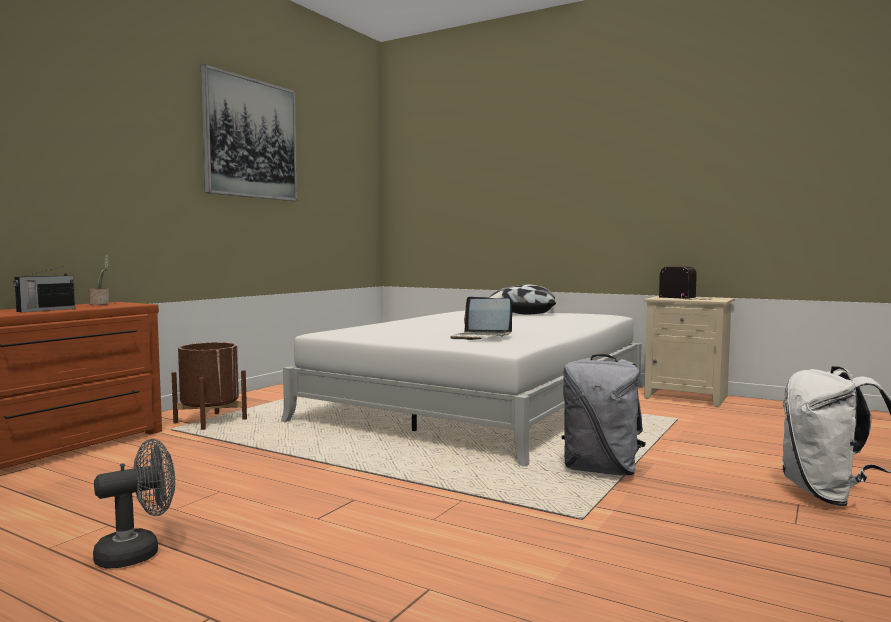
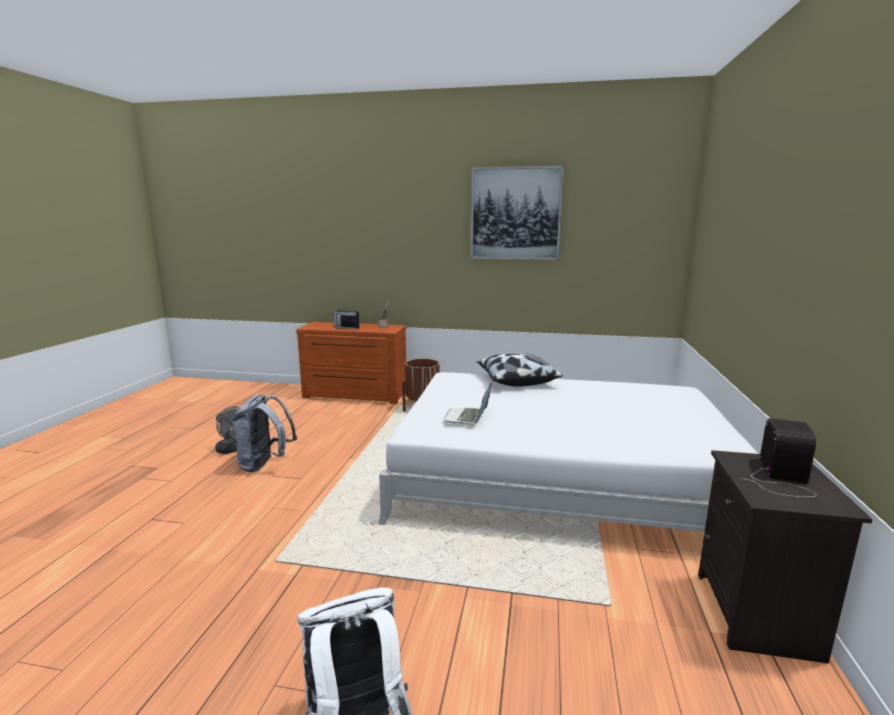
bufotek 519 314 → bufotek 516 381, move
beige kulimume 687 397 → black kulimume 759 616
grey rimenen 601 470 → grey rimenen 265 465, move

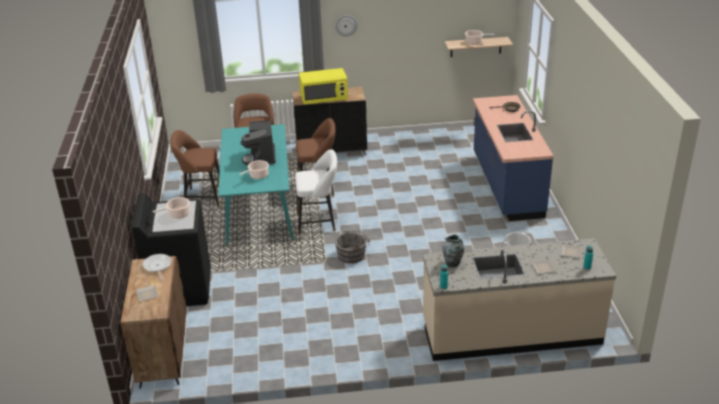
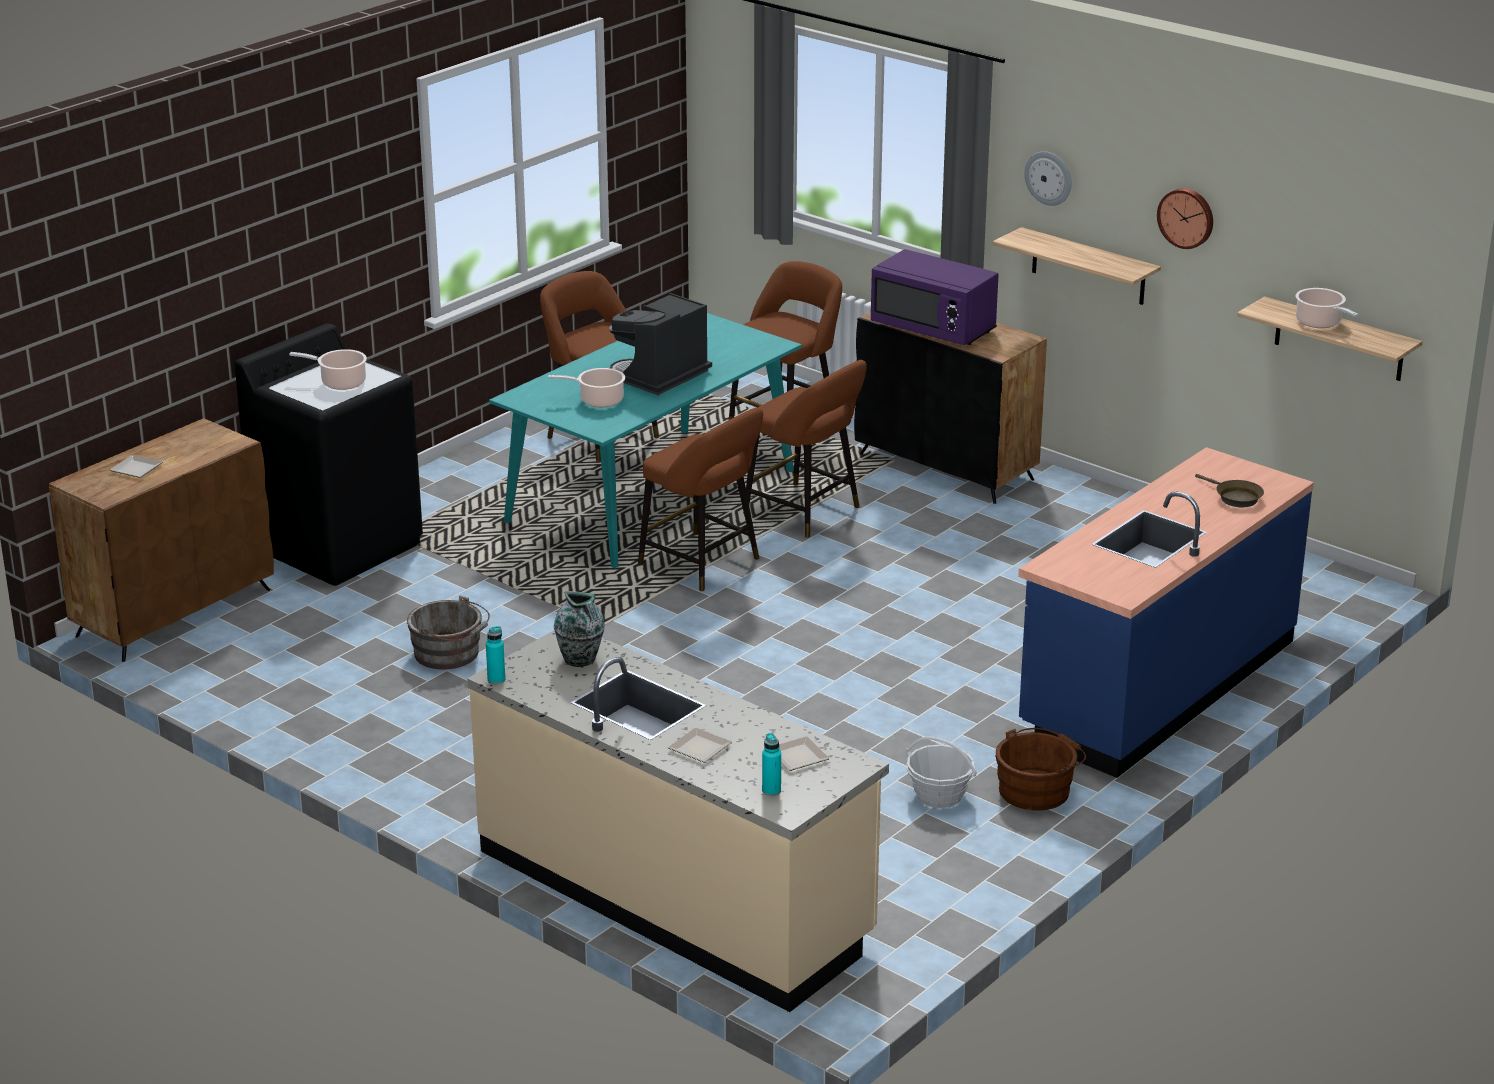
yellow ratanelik 324 98 → purple ratanelik 934 329
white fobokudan 319 222 → brown fobokudan 704 564
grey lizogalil 353 254 → grey lizogalil 450 654, move
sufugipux 157 266 → -
- → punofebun 1186 217
- → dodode 1088 267
- → brown lizogalil 1037 789

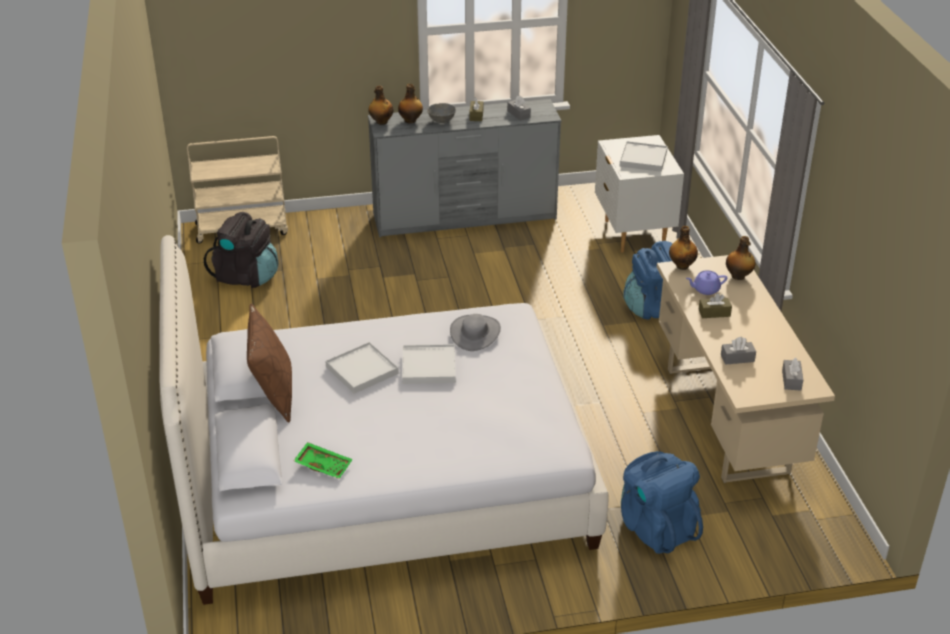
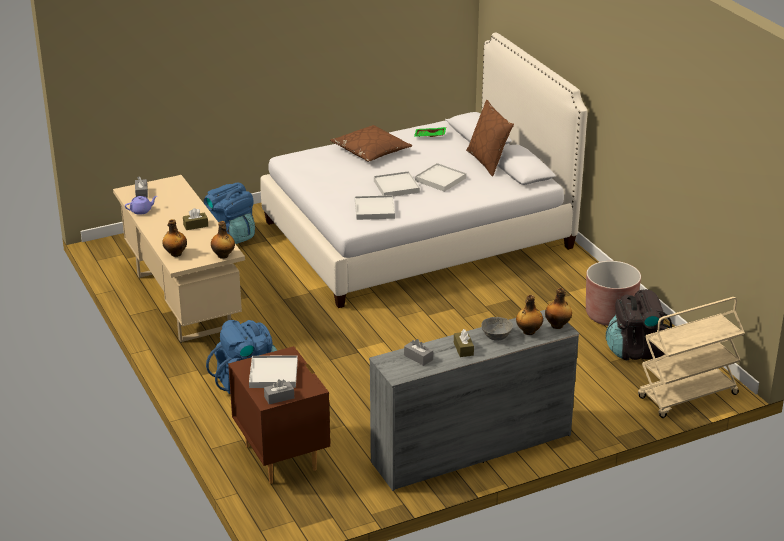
white kulimume 633 234 → brown kulimume 281 457
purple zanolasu 705 289 → purple zanolasu 141 211, move
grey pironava 475 333 → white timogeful 374 210
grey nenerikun 737 358 → grey nenerikun 279 397, move
- → brown bufotek 371 151
- → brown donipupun 610 315

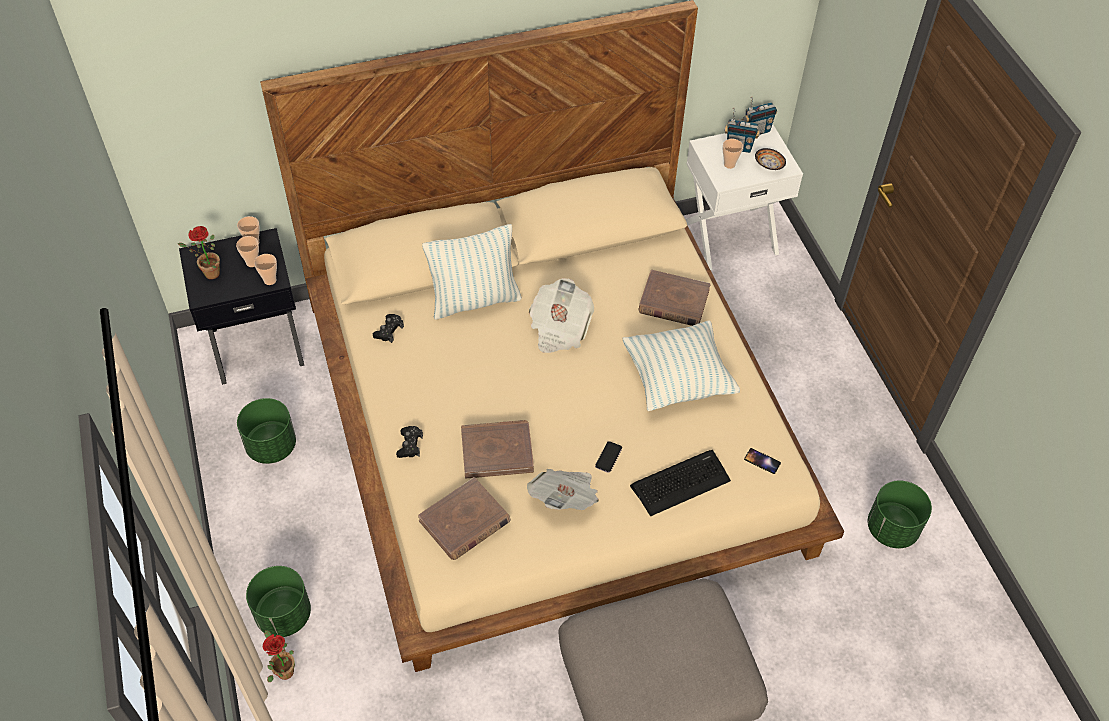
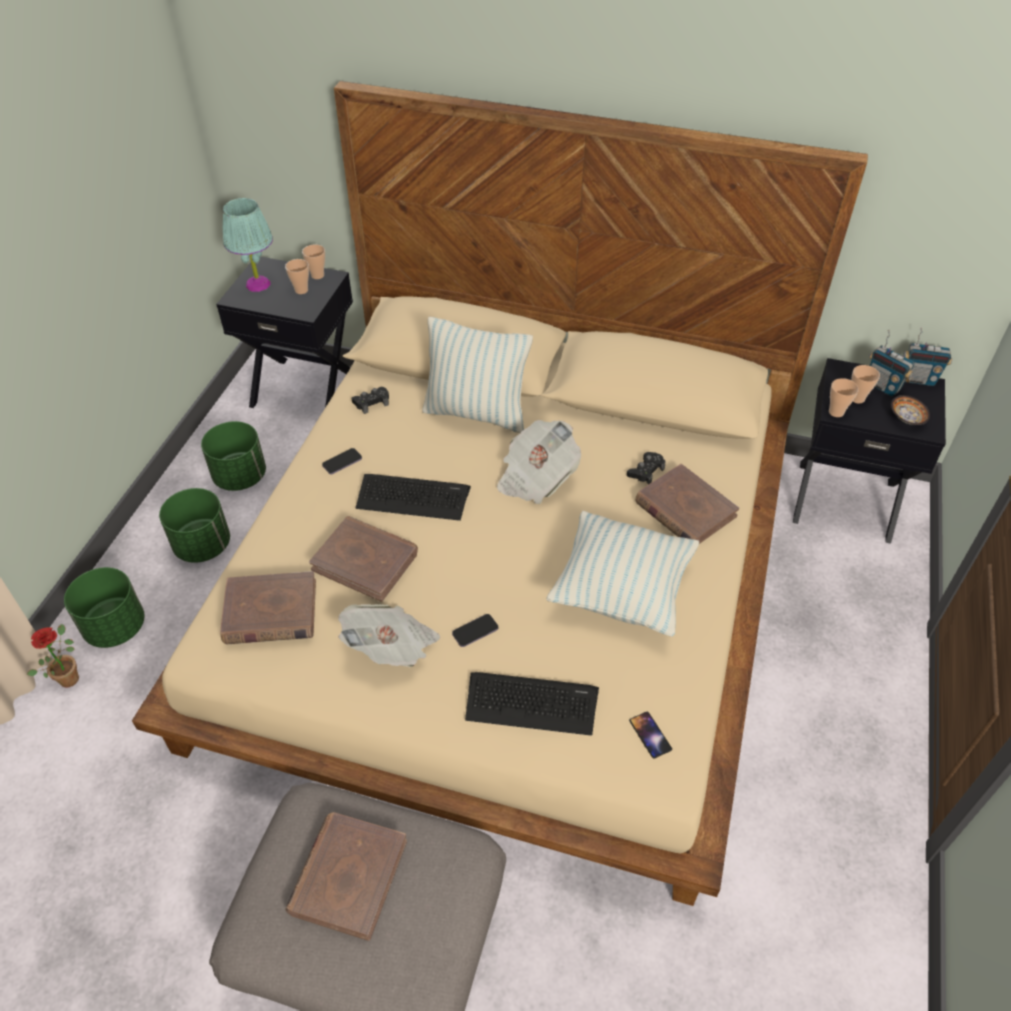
white kulimume 729 236 → black kulimume 844 499
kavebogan 208 274 → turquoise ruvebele 258 284
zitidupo 270 280 → zitidupo 836 412, move
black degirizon 410 445 → black degirizon 646 471, move
green donipupun 891 528 → green donipupun 203 545, move
- → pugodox 342 462
- → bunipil 412 497
- → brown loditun 348 876

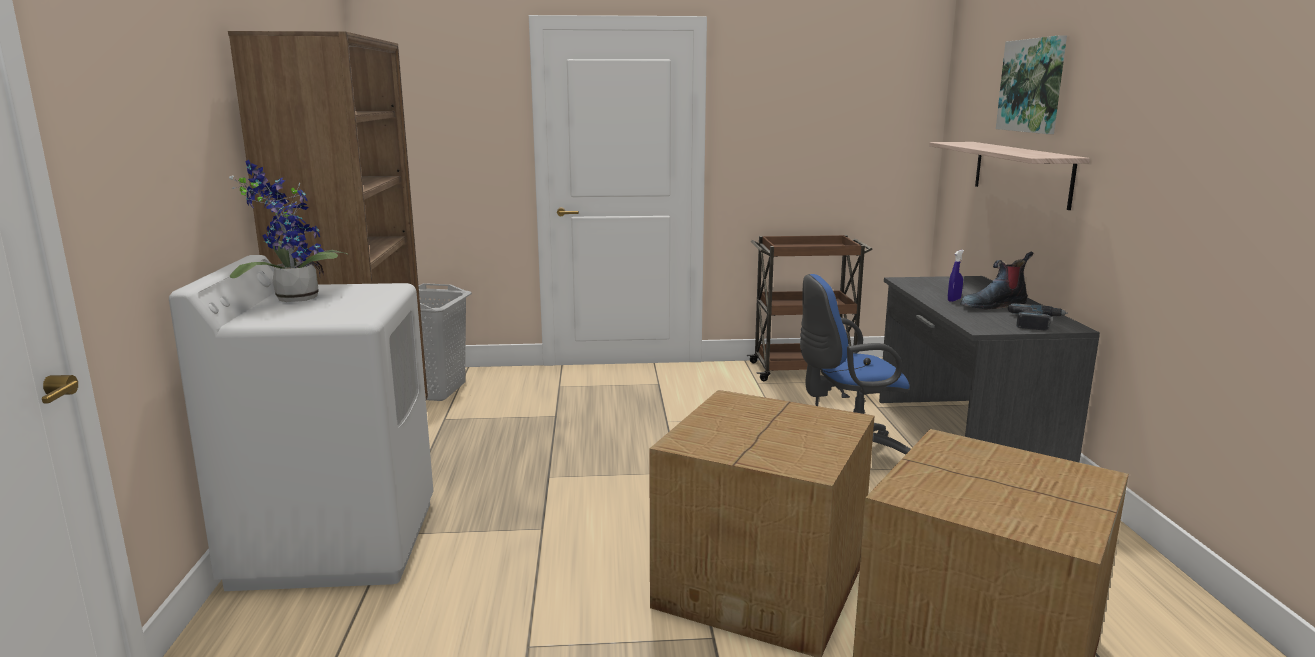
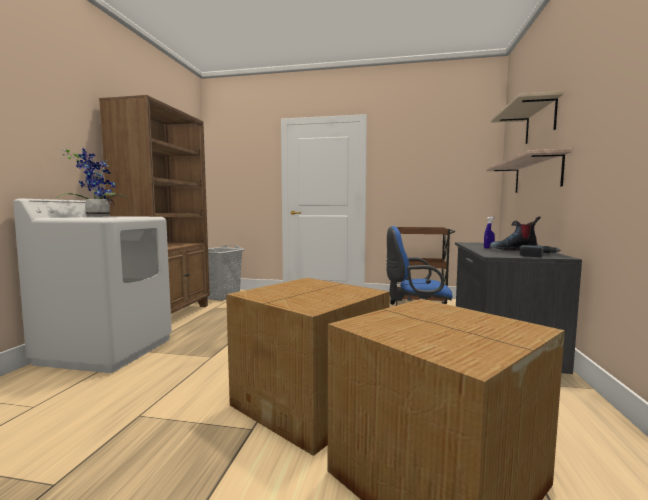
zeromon 1033 85 → beige dodode 540 122

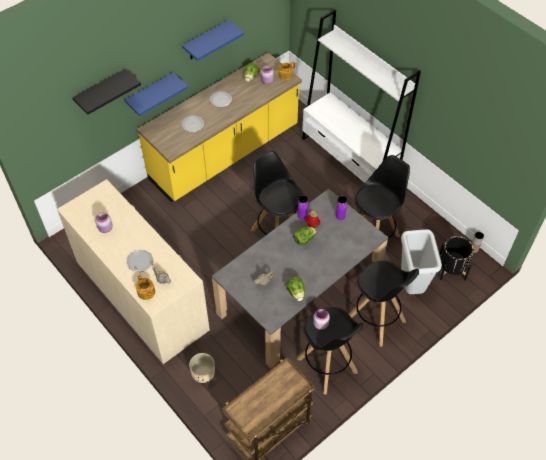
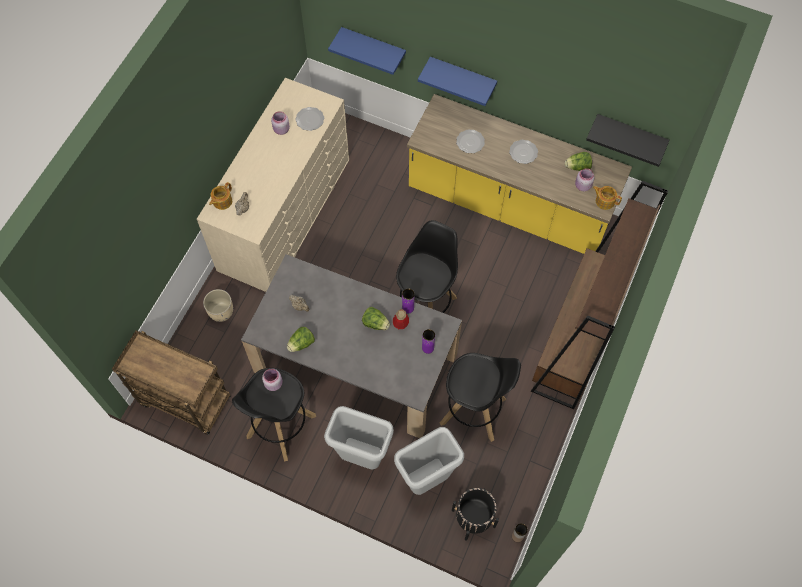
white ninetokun 349 160 → brown ninetokun 576 340
blue dodode 206 41 → blue dodode 373 47, move
black dodode 101 91 → black dodode 630 134, move
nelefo 140 261 → nelefo 310 119, move
black fobokudan 376 320 → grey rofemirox 361 457

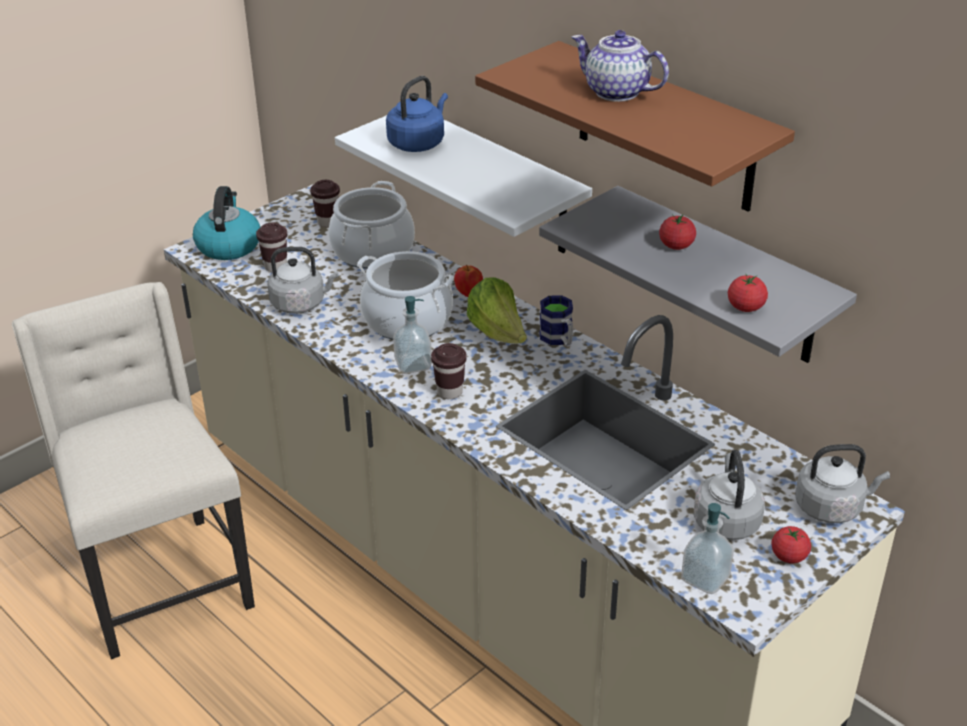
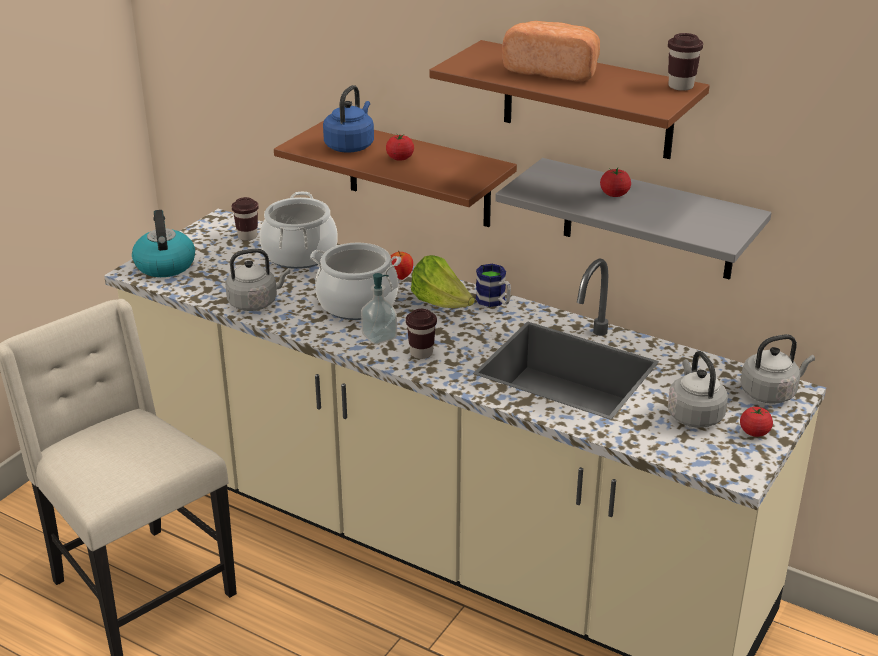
zanolasu 615 92 → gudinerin 553 71
white dodode 497 181 → brown dodode 418 174
brown zitidupo 275 267 → brown zitidupo 680 86, move
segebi 745 307 → segebi 400 158, move
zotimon 705 578 → -

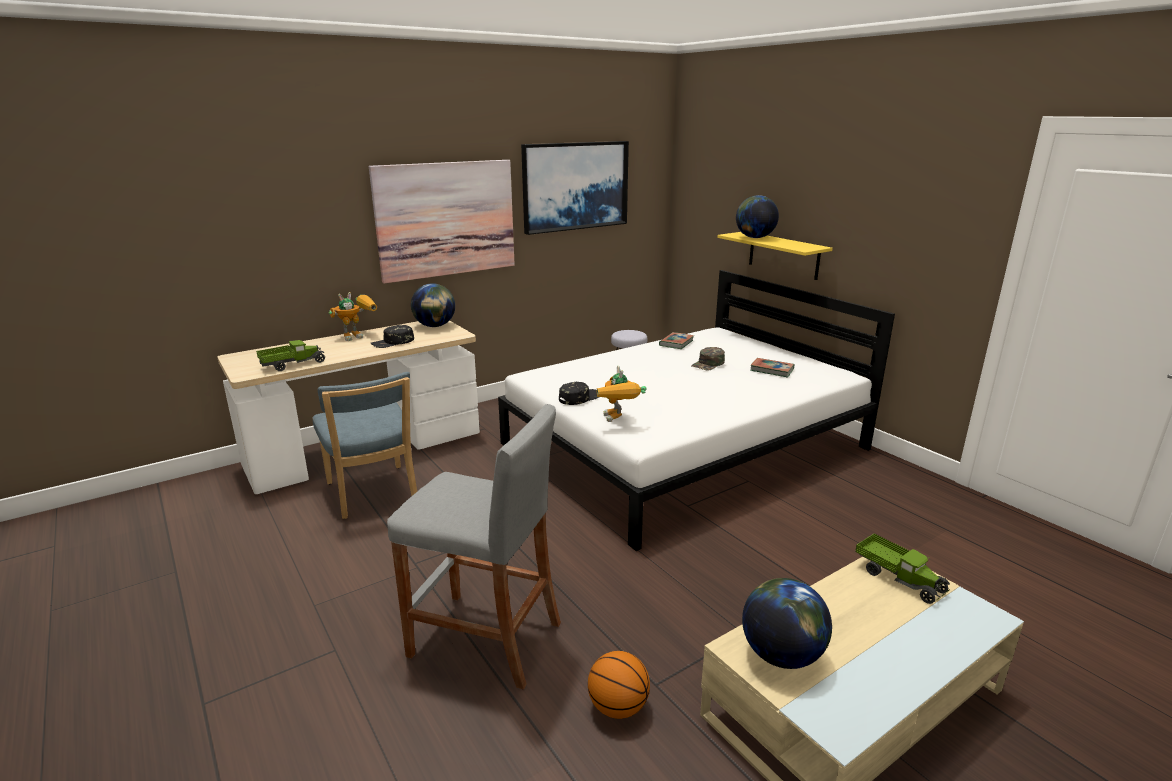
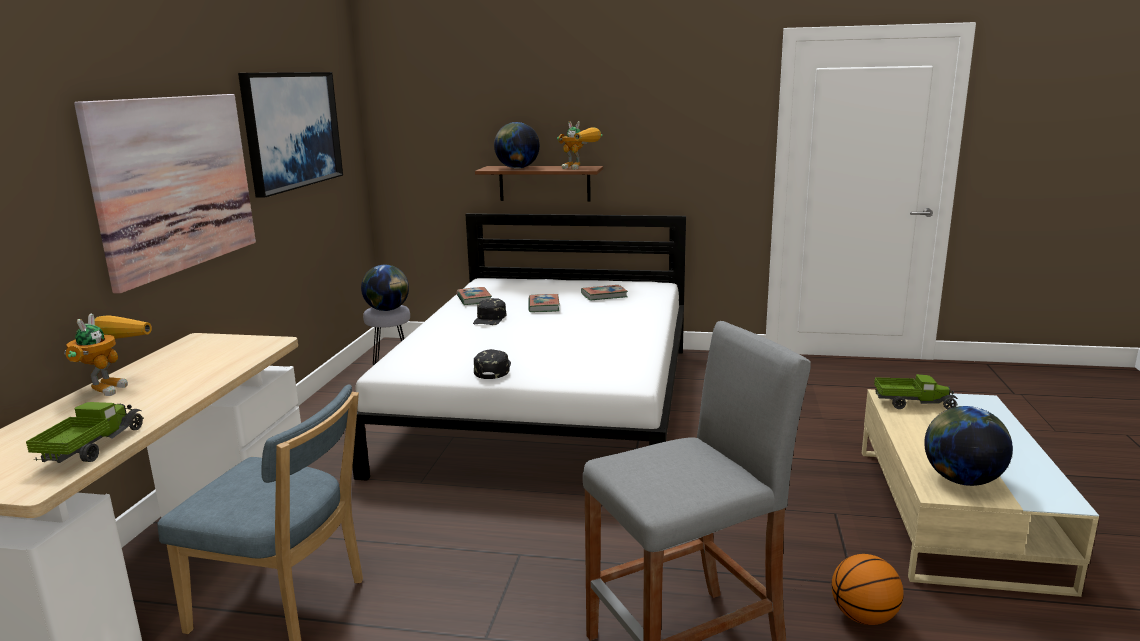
yellow dodode 783 255 → brown dodode 544 183
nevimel 435 326 → nevimel 387 310, move
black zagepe 393 342 → black zagepe 490 319, move
green zagepe 708 364 → loditun 543 306
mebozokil 619 420 → mebozokil 580 168, move

